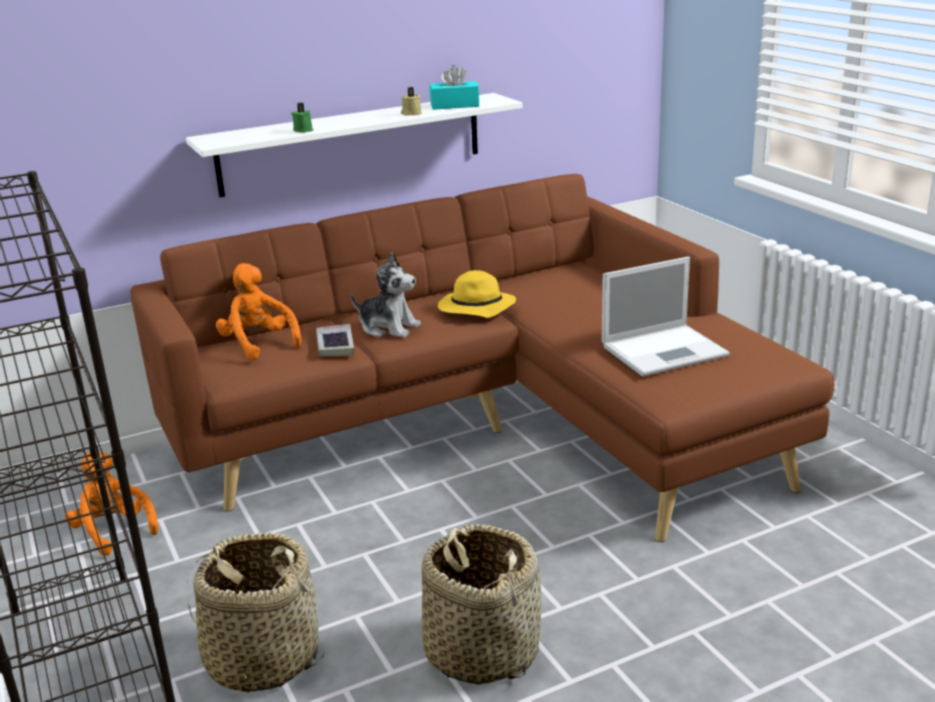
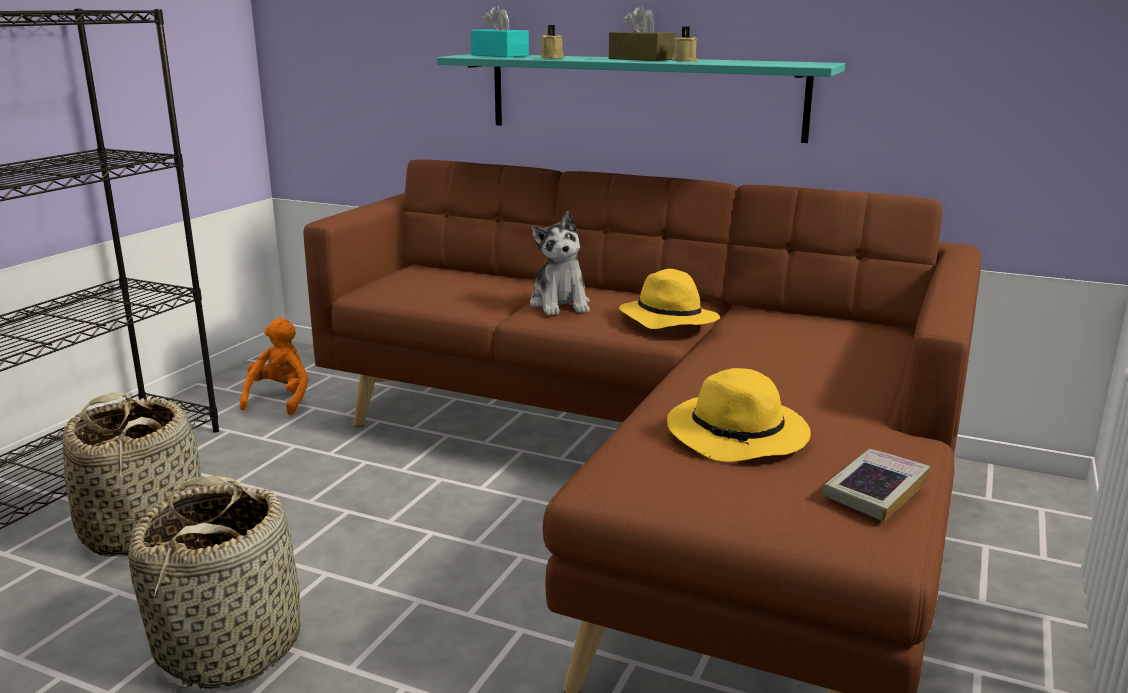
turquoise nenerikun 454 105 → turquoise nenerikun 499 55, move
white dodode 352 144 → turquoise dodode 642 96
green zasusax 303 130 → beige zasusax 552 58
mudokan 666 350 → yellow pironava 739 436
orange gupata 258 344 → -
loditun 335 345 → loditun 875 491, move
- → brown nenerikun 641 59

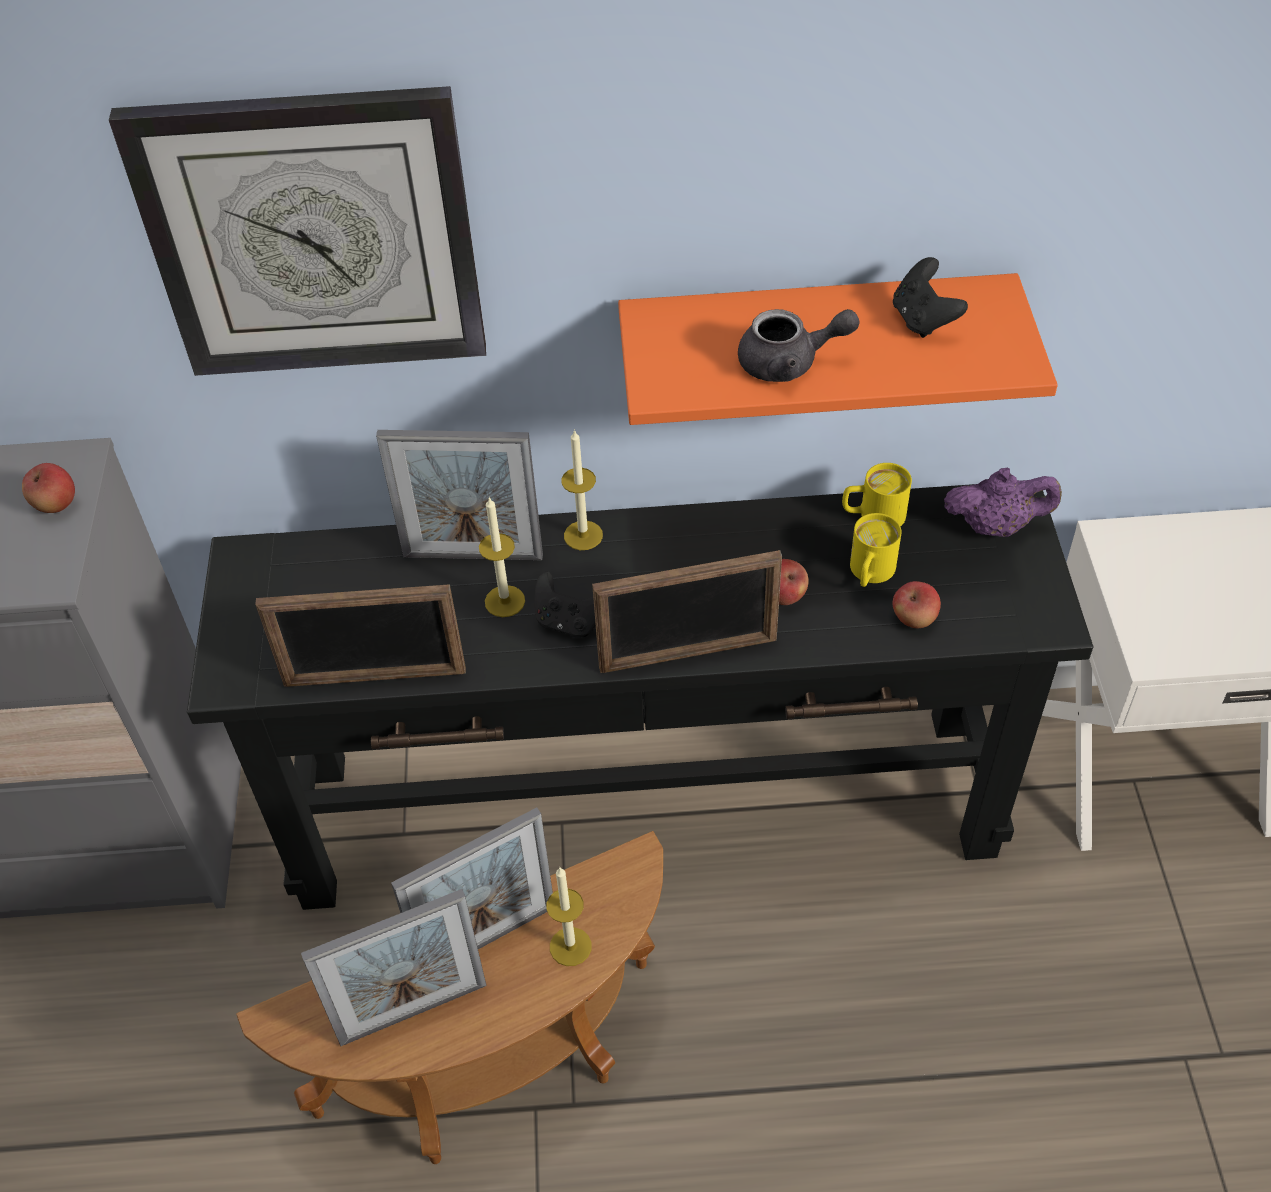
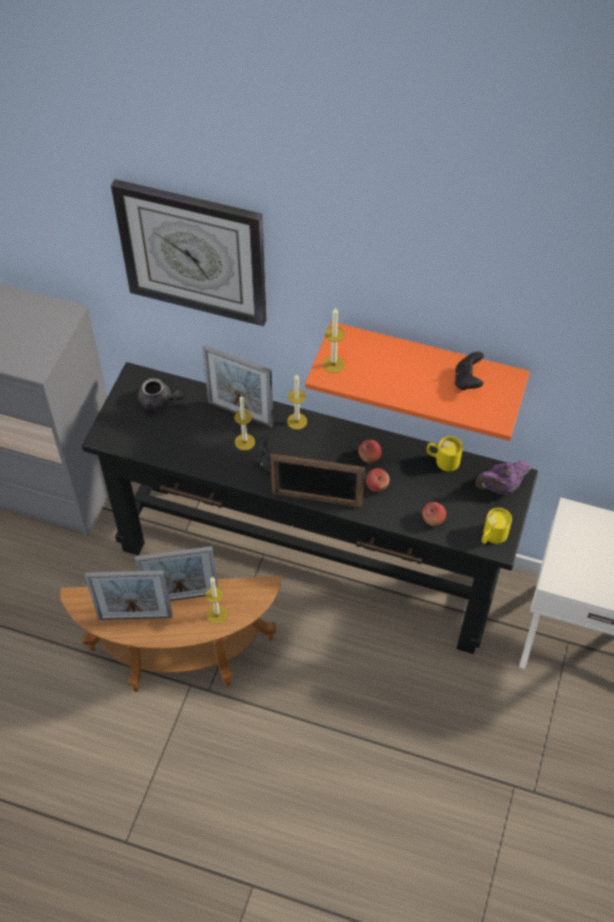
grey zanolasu 789 363 → grey zanolasu 159 401, move
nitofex 56 504 → nitofex 369 457, move
purple zanolasu 995 526 → purple zanolasu 500 487, 135 degrees clockwise
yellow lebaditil 869 574 → yellow lebaditil 492 537, move
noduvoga 375 678 → -
- → zasusax 333 364

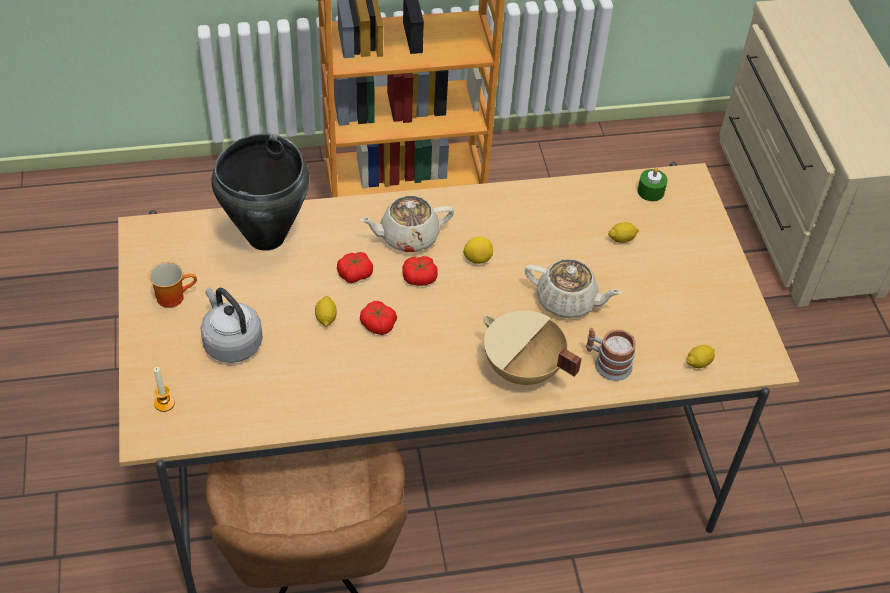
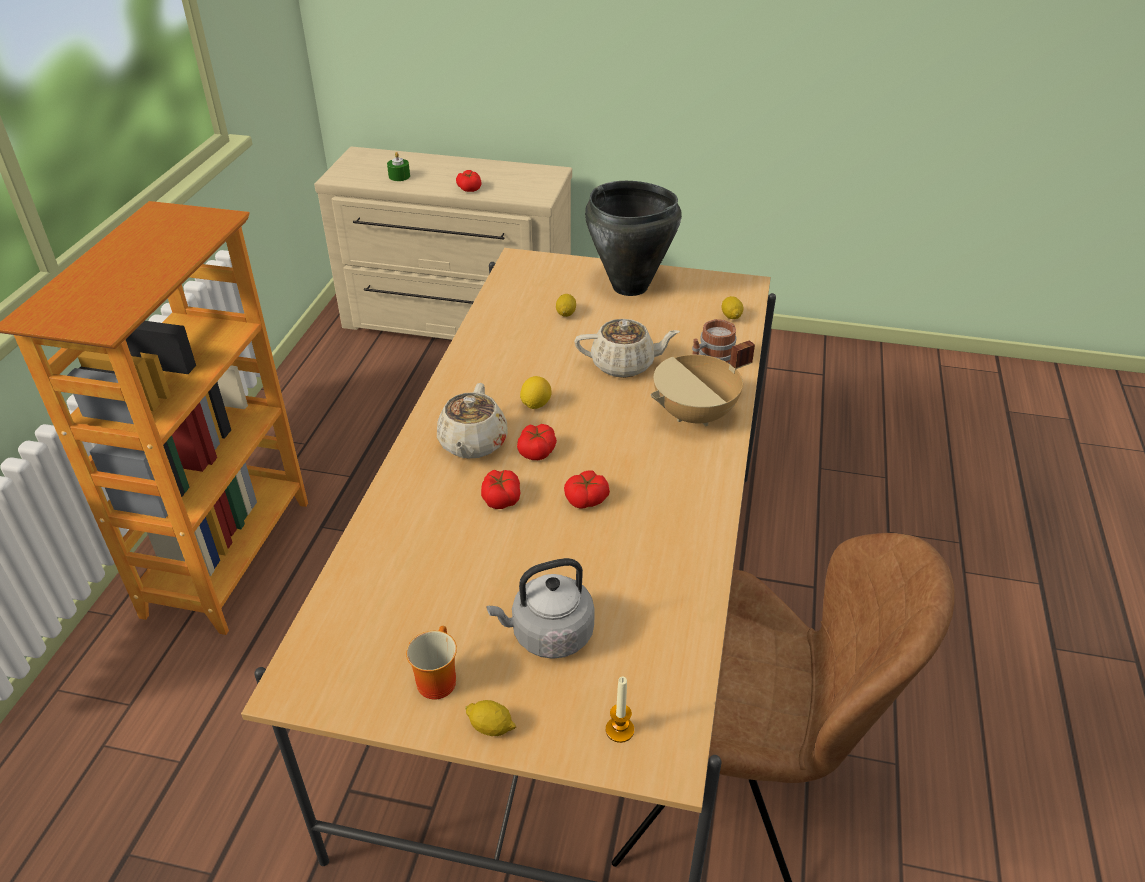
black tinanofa 265 237 → black tinanofa 630 287, move
green zasusax 650 191 → green zasusax 399 176, move
beige zanolasu 567 301 → beige zanolasu 624 365, 45 degrees clockwise
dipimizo 326 318 → dipimizo 491 727, move
- → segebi 469 188

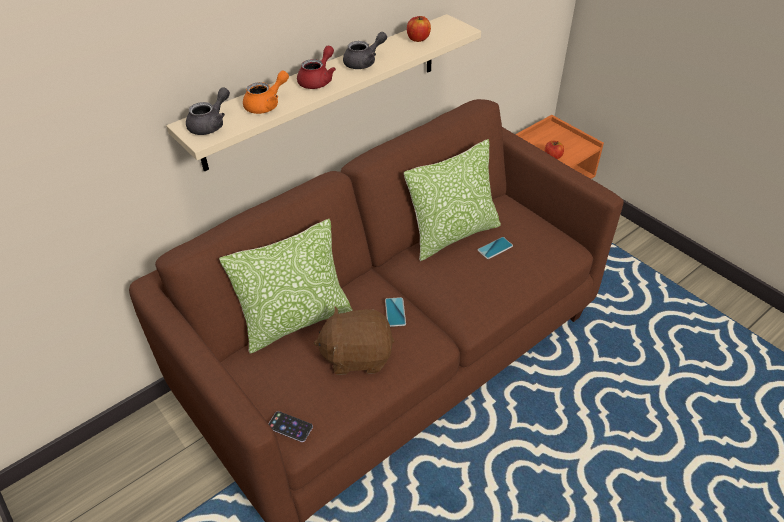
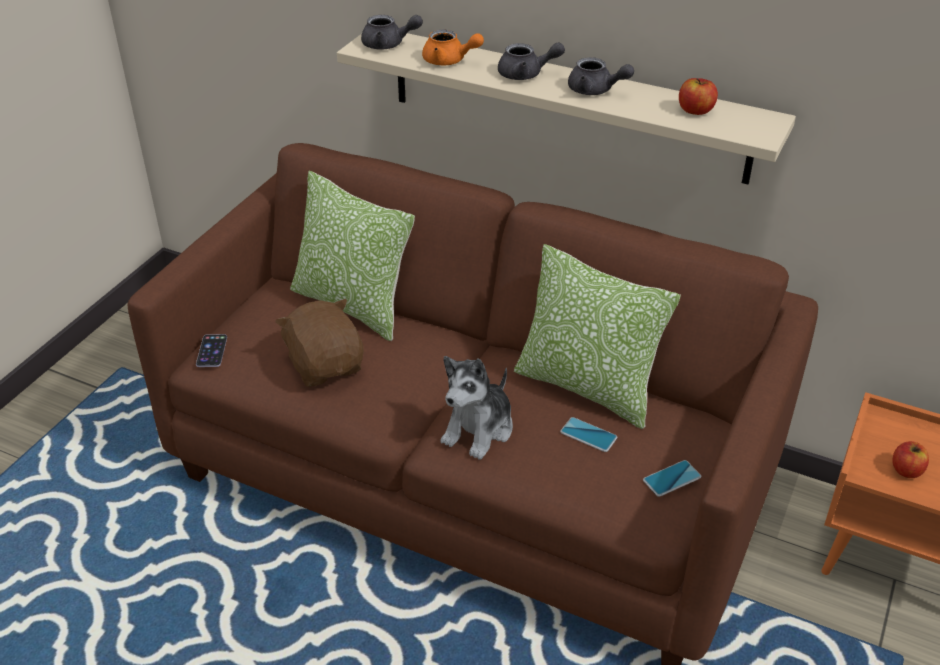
red zanolasu 318 80 → grey zanolasu 526 74
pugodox 395 312 → pugodox 672 479, move
- → gupata 479 429

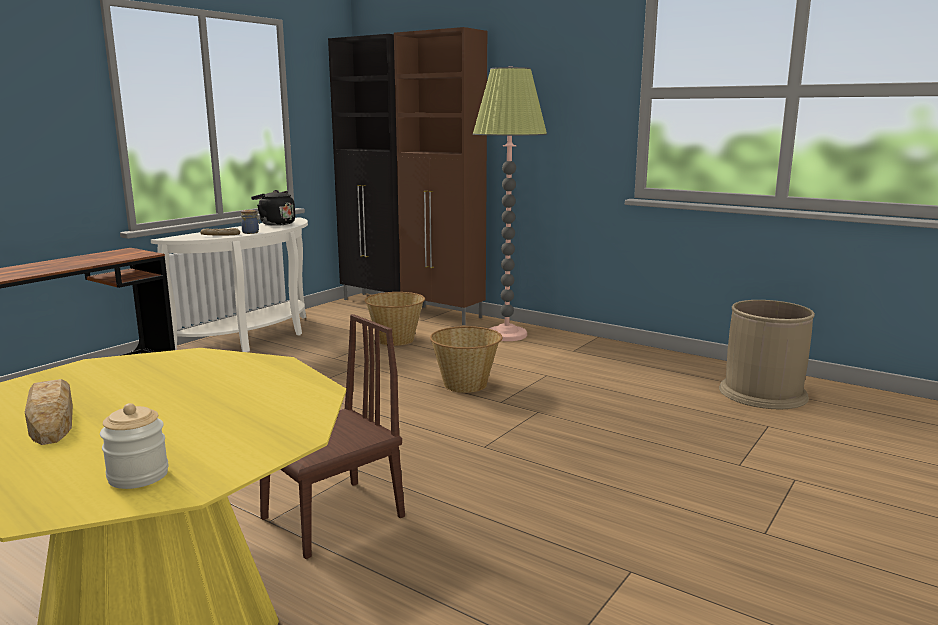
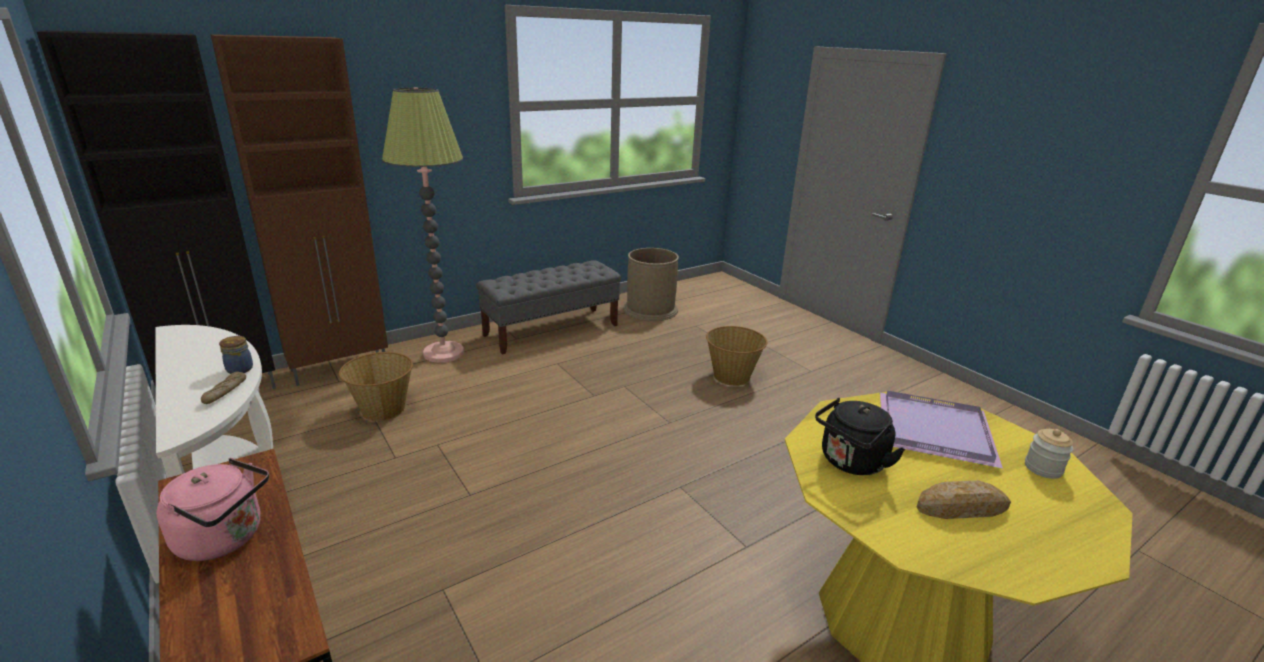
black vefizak 275 224 → black vefizak 850 463, move
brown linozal 332 517 → -
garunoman 466 384 → garunoman 732 376, move
- → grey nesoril 552 330
- → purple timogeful 932 429
- → pink vefizak 225 538

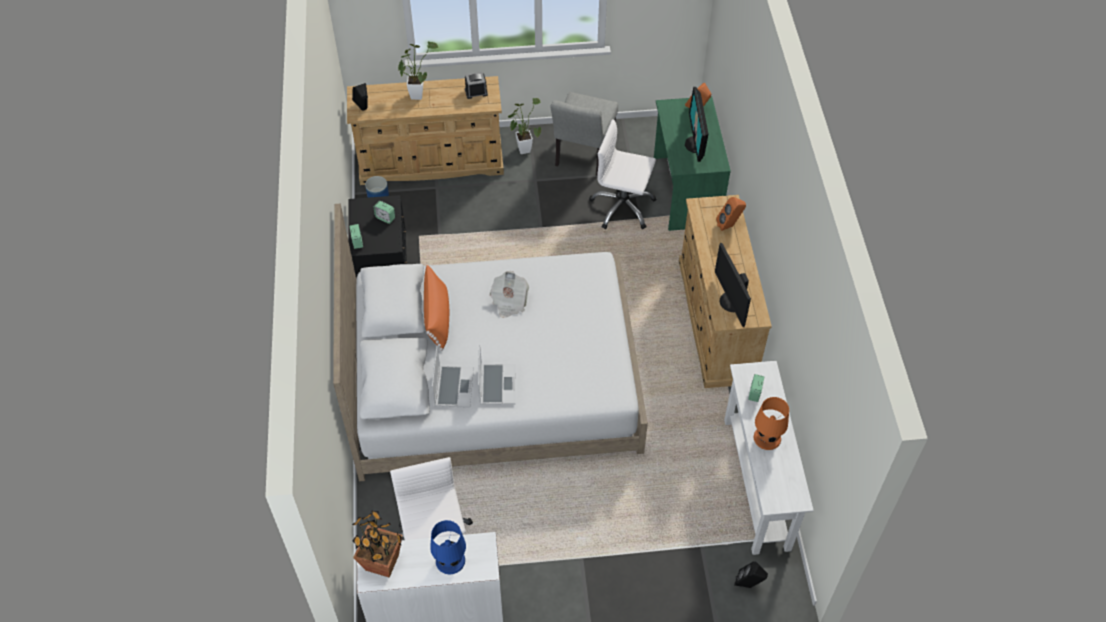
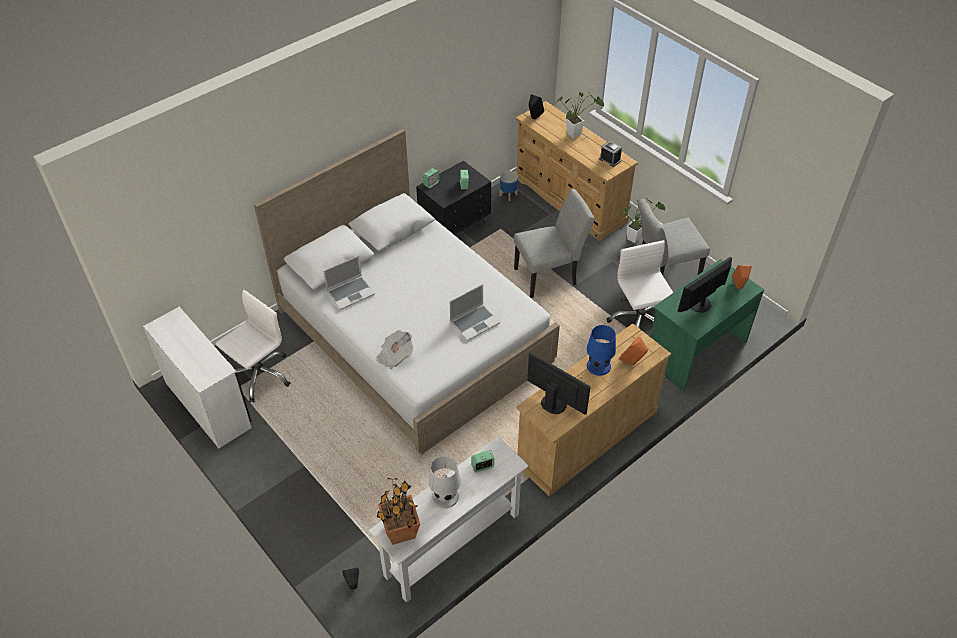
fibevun 731 302 → fibevun 554 402, 90 degrees clockwise
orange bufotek 437 317 → -
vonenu 509 301 → vonenu 395 356, move
mudokan 496 384 → mudokan 475 322, move
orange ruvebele 767 438 → white ruvebele 445 496
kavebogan 382 563 → kavebogan 400 532, move
blue ruvebele 450 560 → blue ruvebele 598 366, move
- → grey linozal 550 275

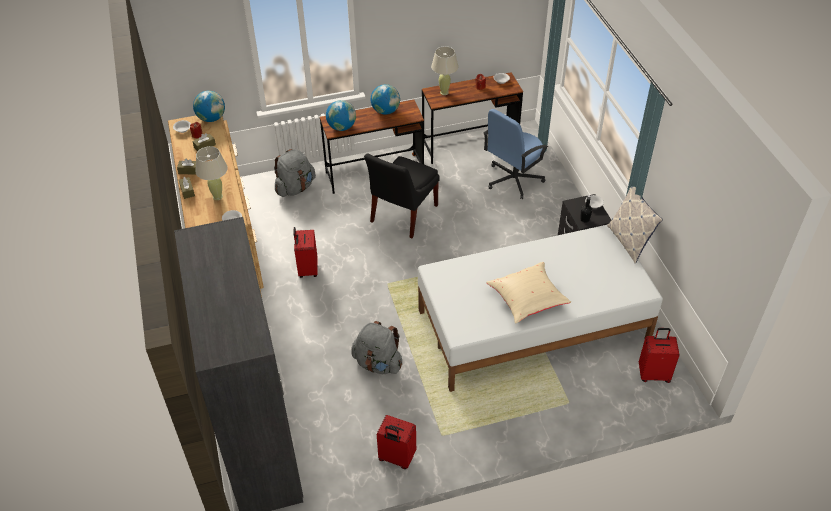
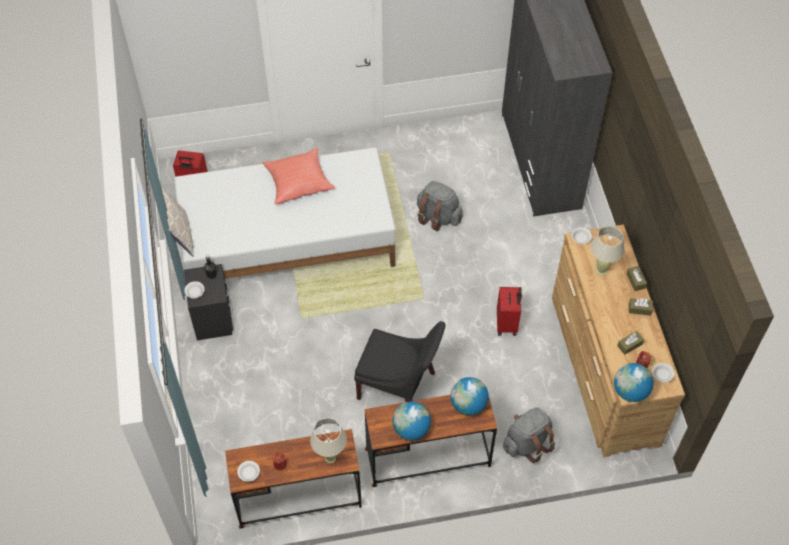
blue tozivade 513 179 → -
black linozal 402 215 → black linozal 399 387, 75 degrees clockwise
beige bufotek 528 300 → red bufotek 298 183
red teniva 396 458 → -

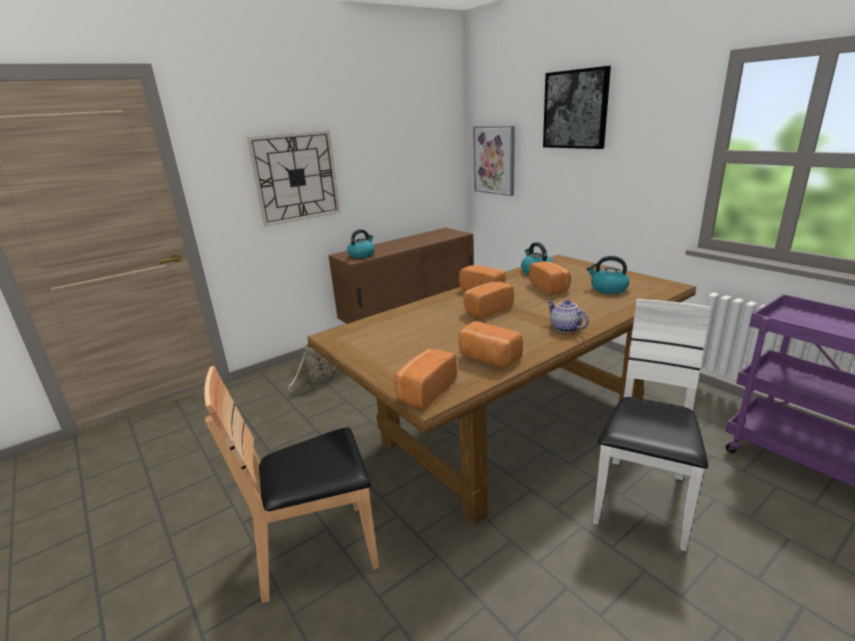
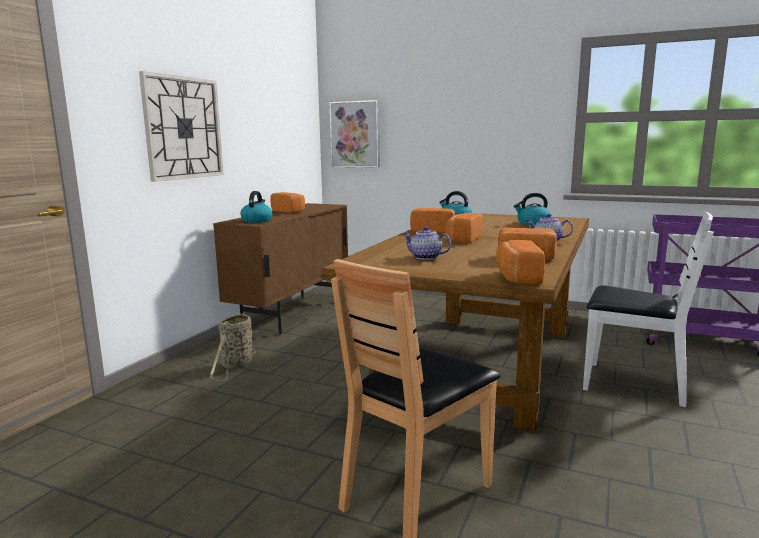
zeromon 575 109 → -
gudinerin 550 287 → gudinerin 289 211, move
white linozal 642 501 → white linozal 633 384, 120 degrees clockwise
- → zanolasu 425 257

